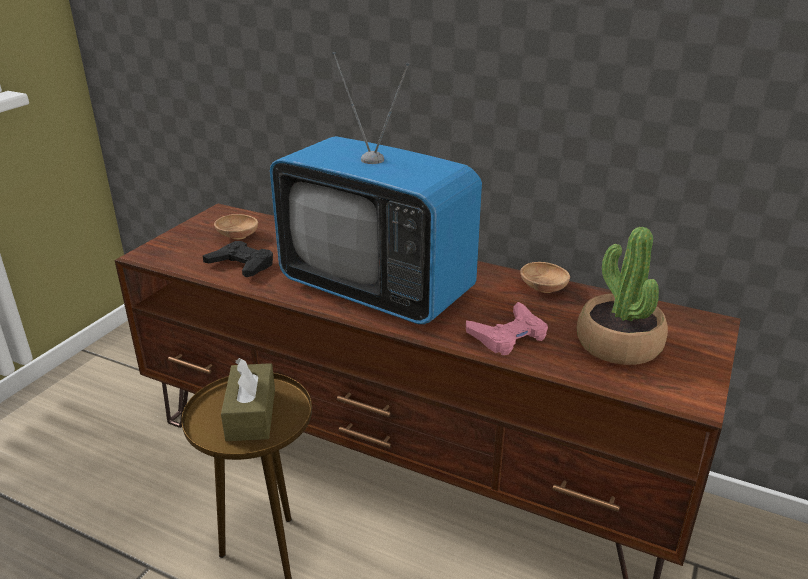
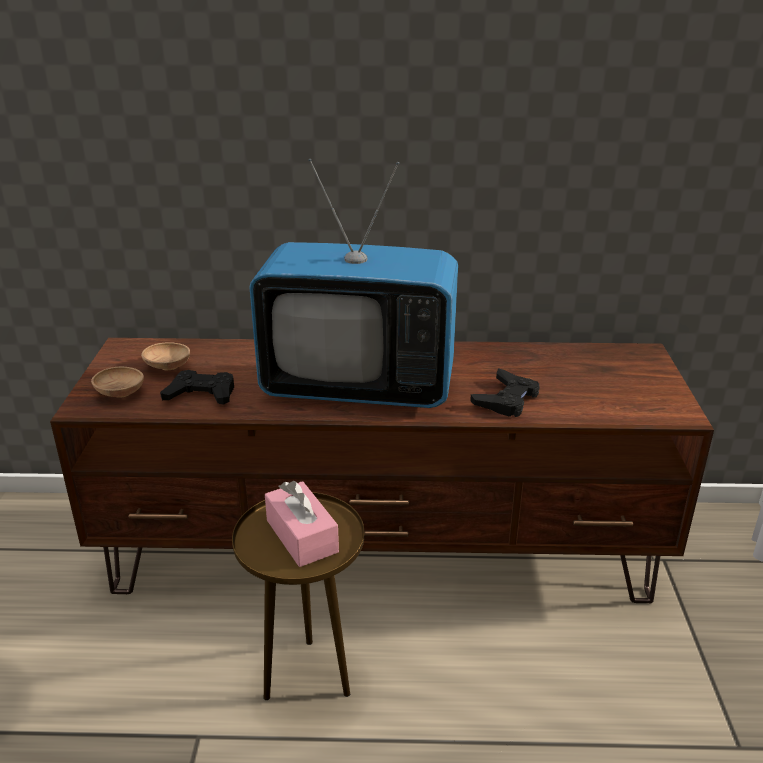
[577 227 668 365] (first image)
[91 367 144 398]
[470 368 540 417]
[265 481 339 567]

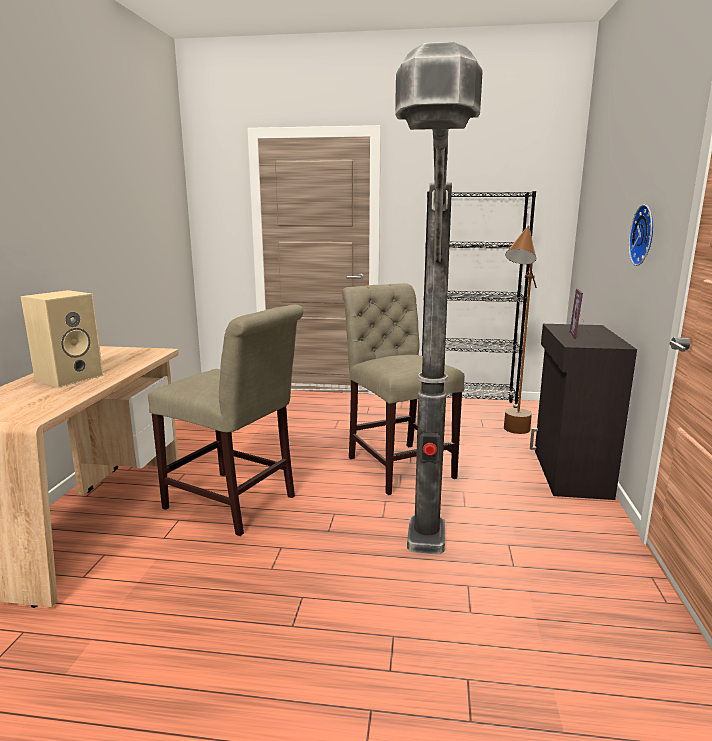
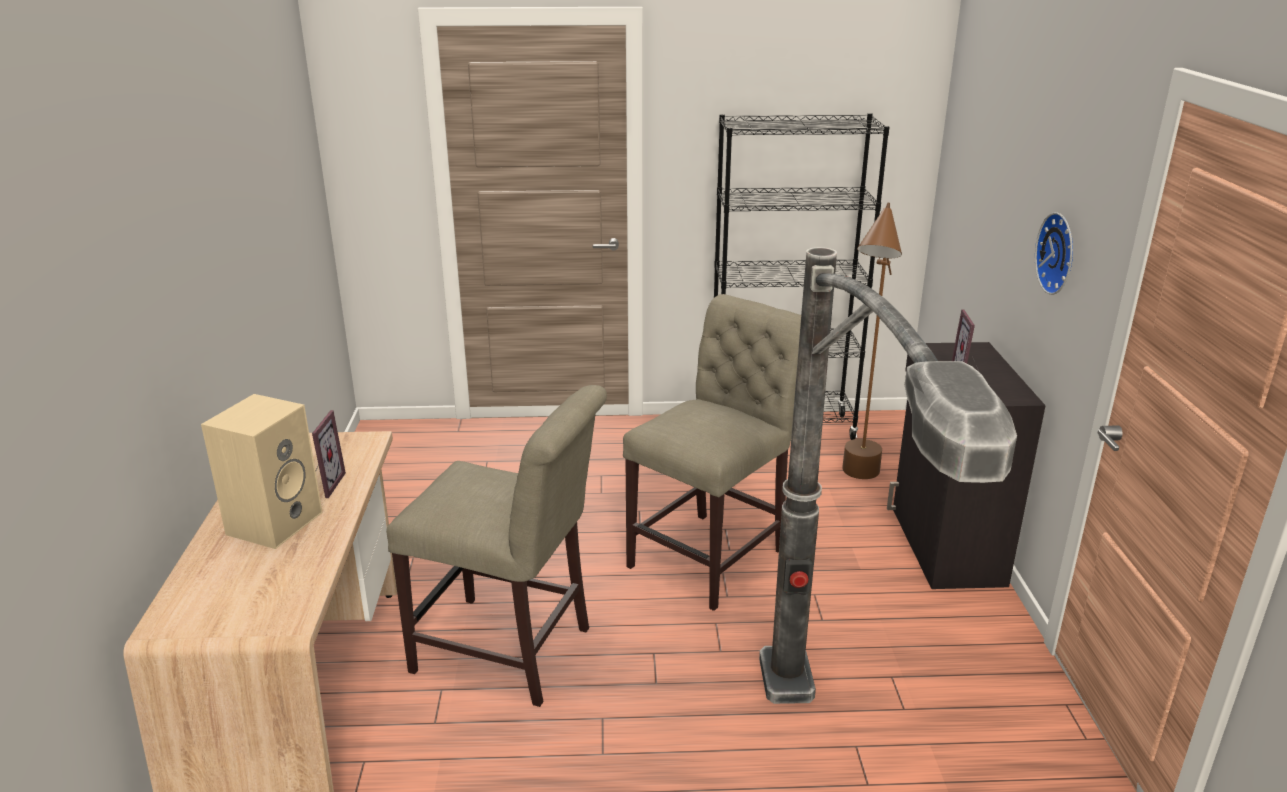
[623 294 801 611]
[312 410 346 498]

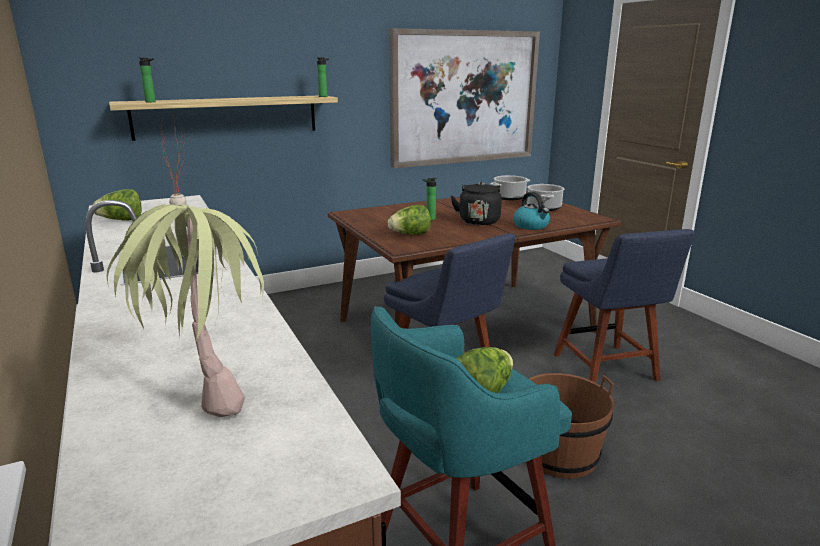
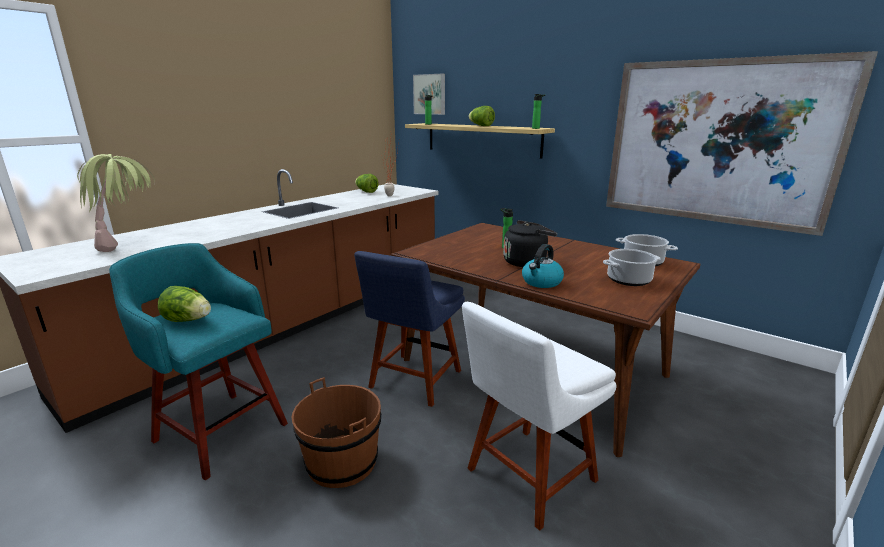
[468 106 495 126]
[462 302 617 531]
[413 74 445 115]

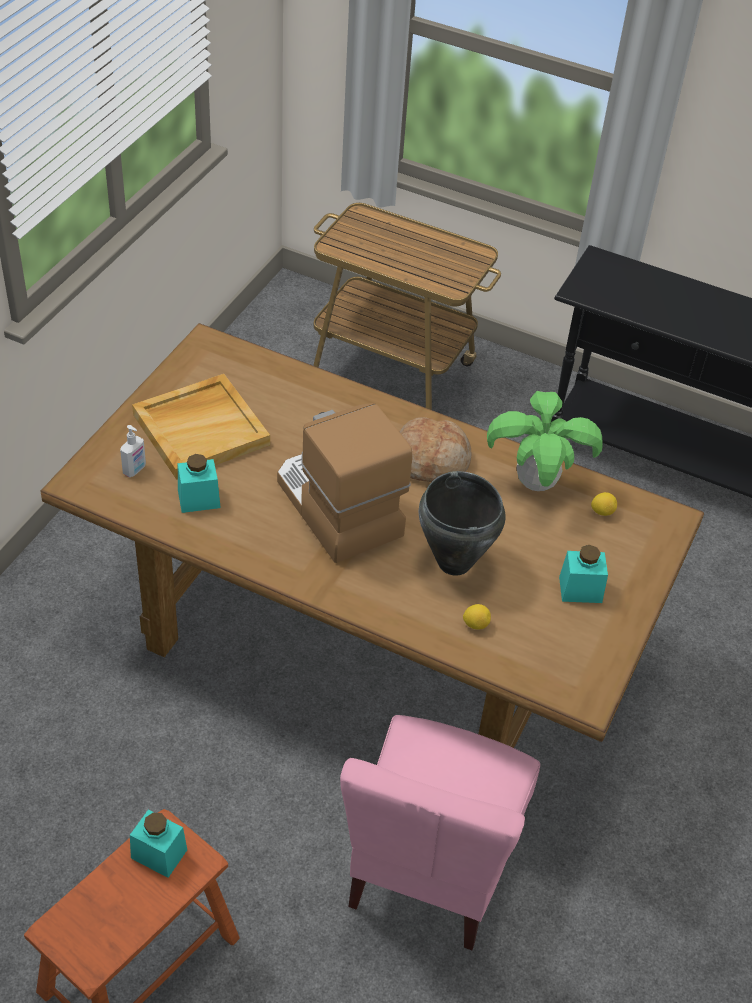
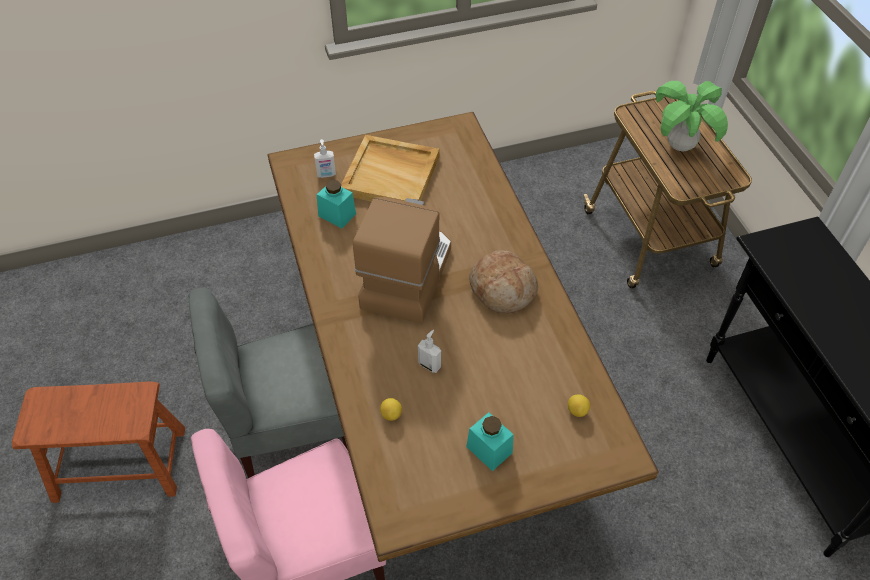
[656 81 728 152]
[418 330 441 373]
[130 810 187 878] (first image)
[189 288 348 478]

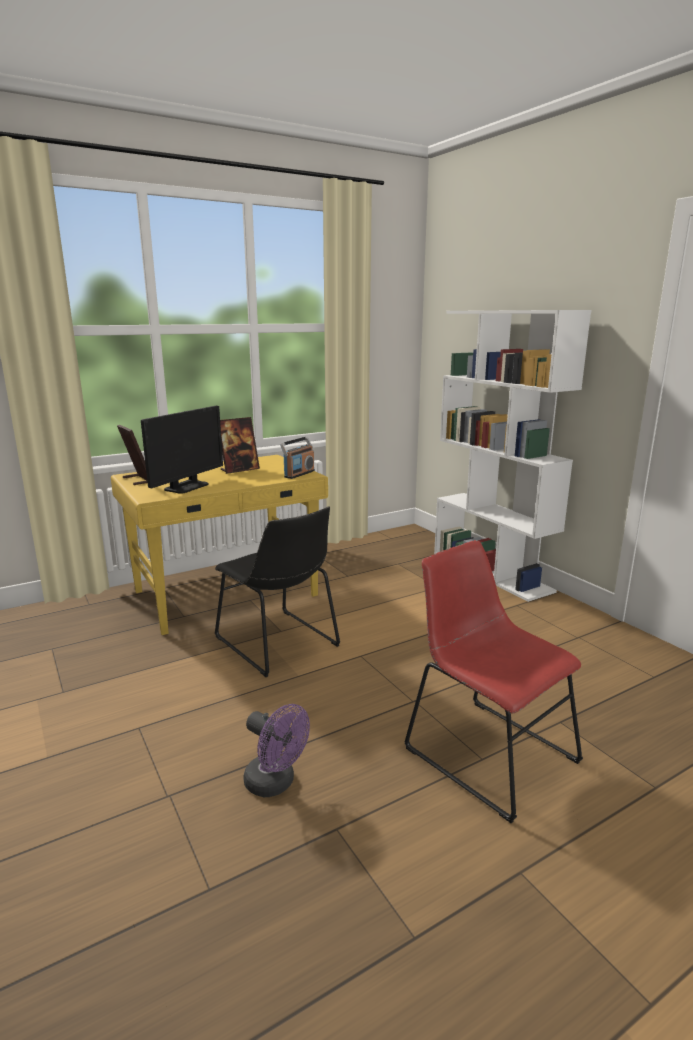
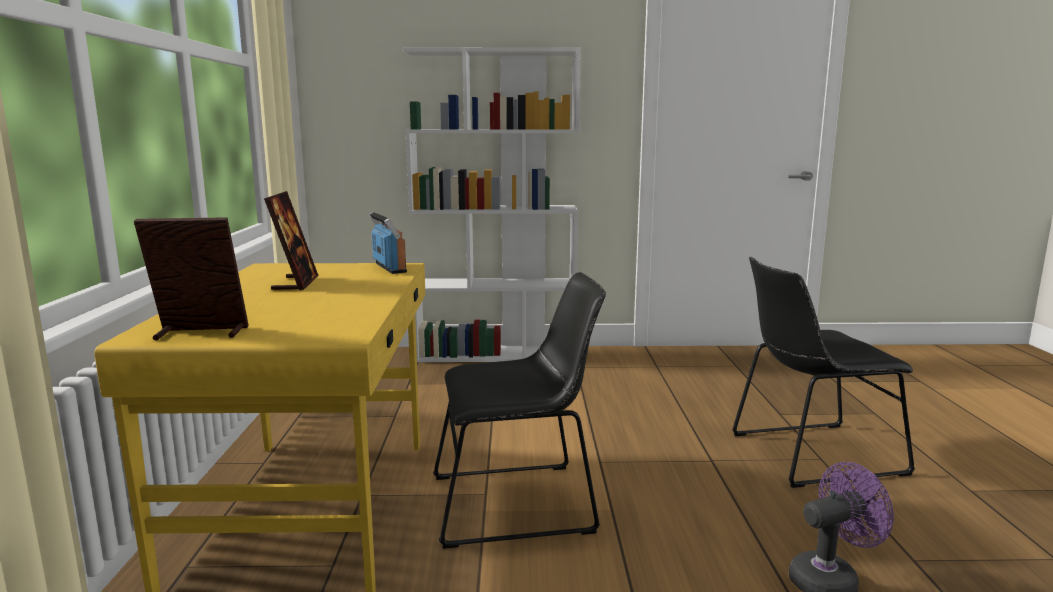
[141 406 223 494] (first image)
[732 256 915 488]

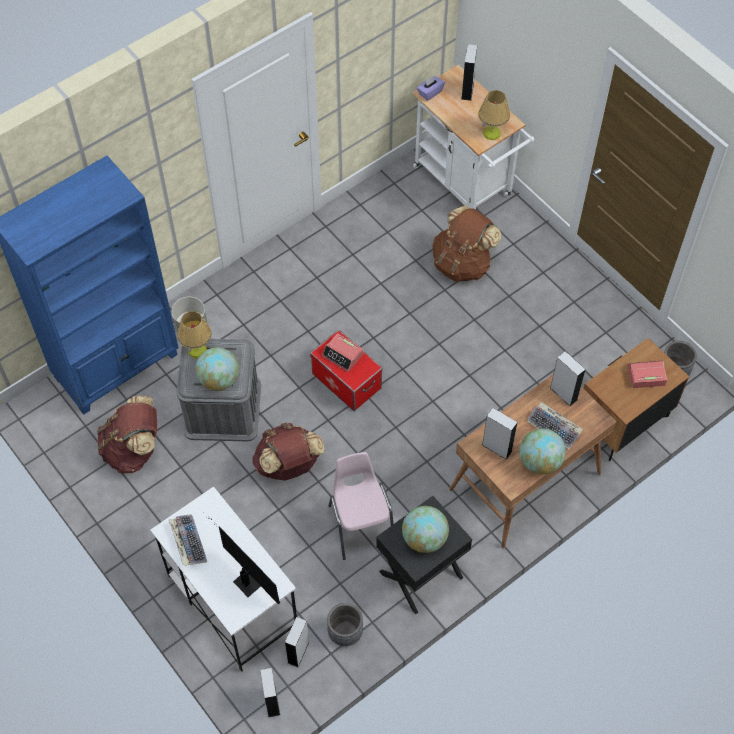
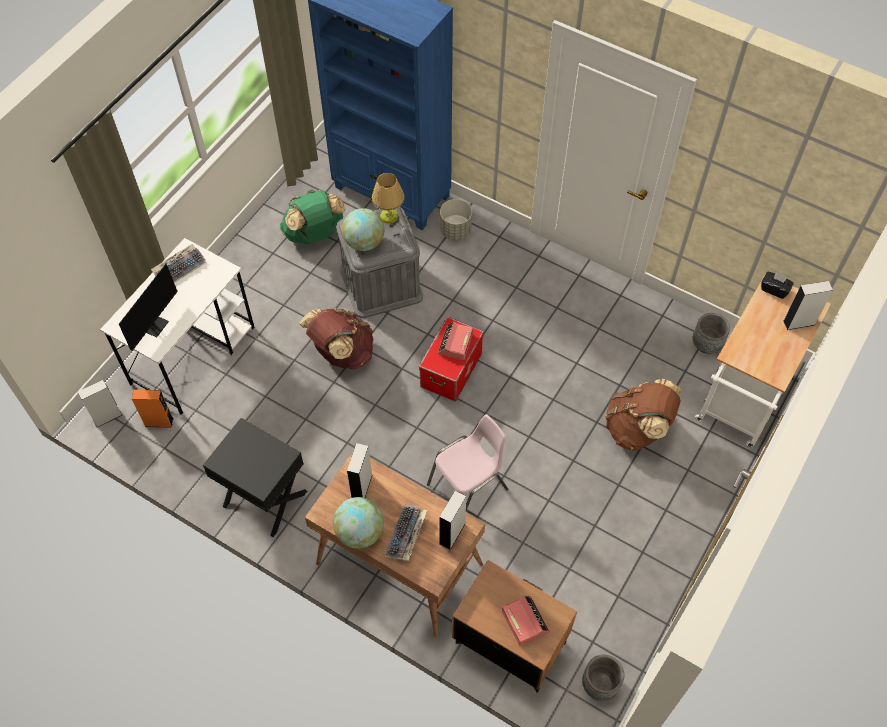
[761 272 794 299]
[478 90 510 140] (first image)
[280 190 345 244]
[427 414 508 511]
[402 506 449 553] (first image)
[693 313 730 354]
[132 390 173 428]

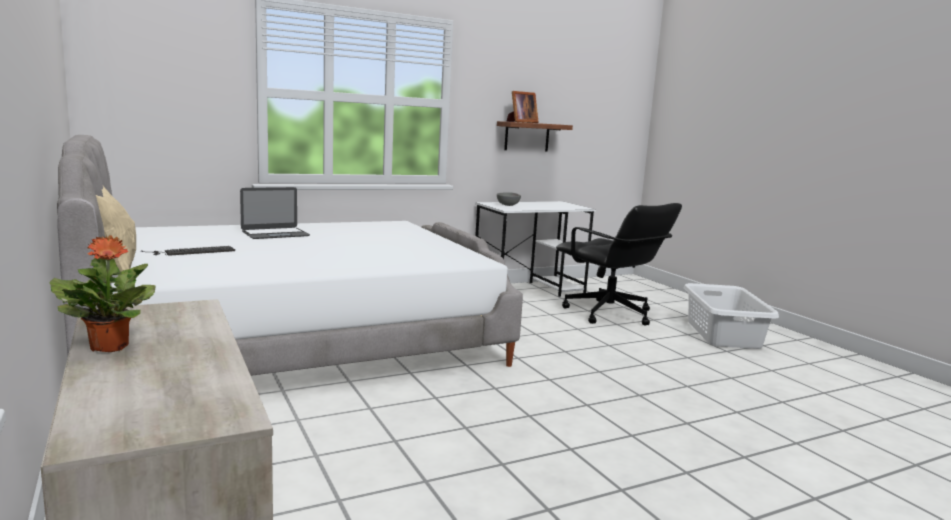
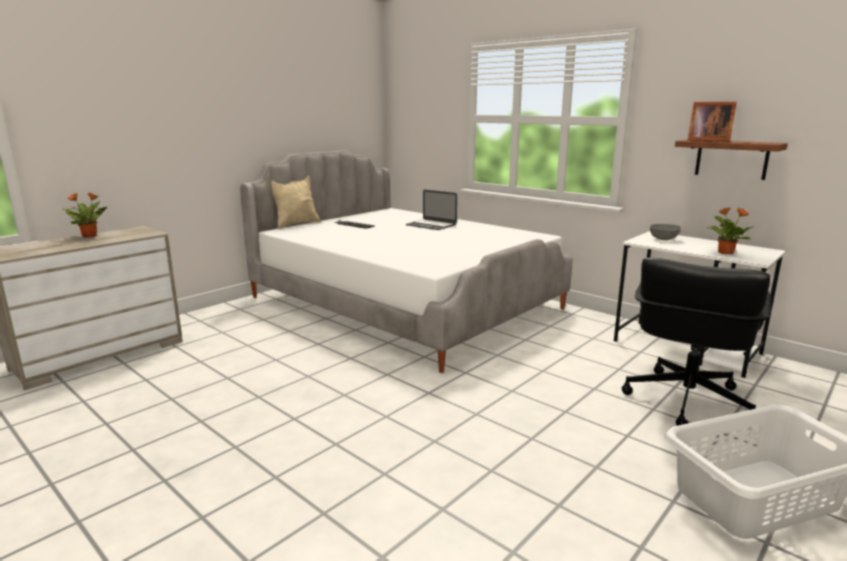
[706 207 755 254]

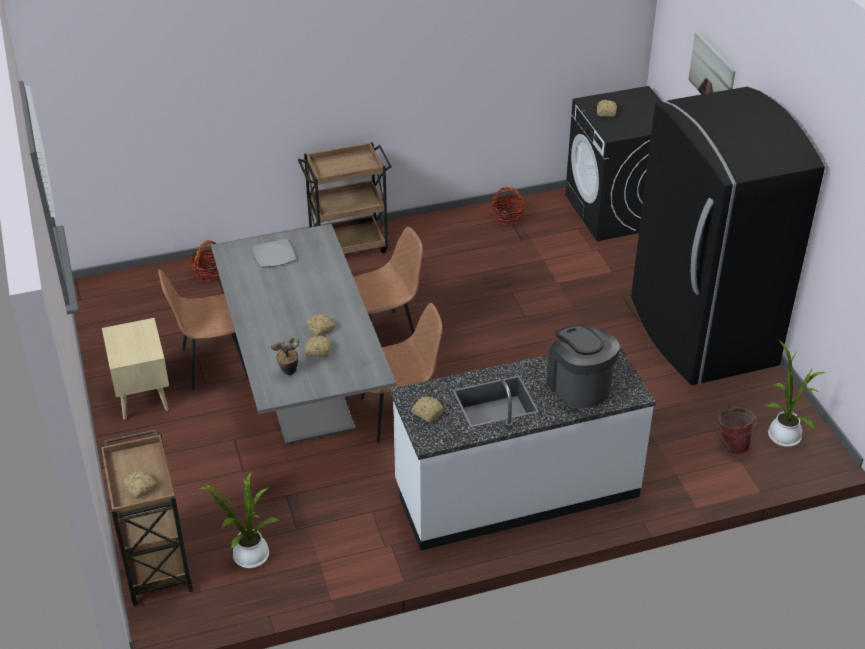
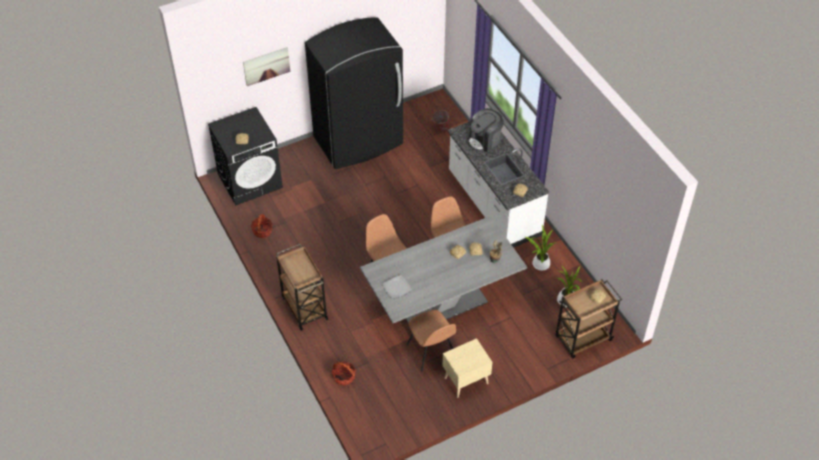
[525 225 557 271]

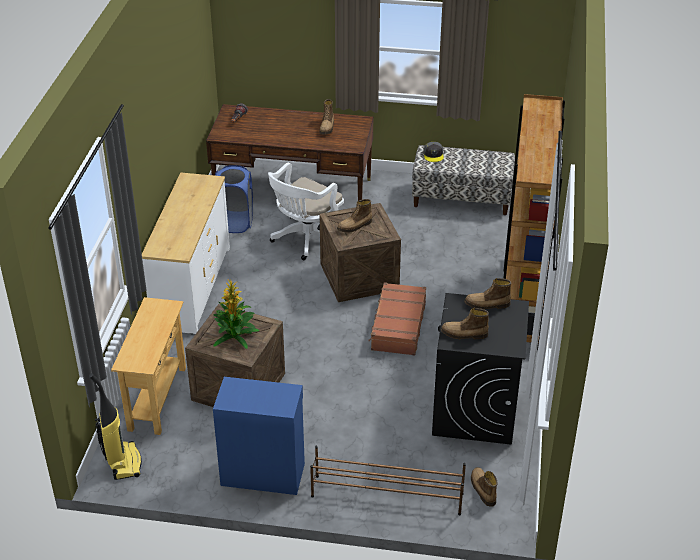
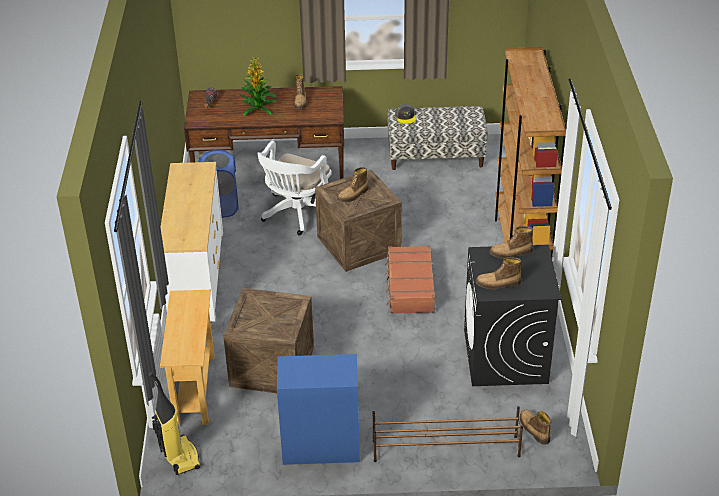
[240 57 277 116]

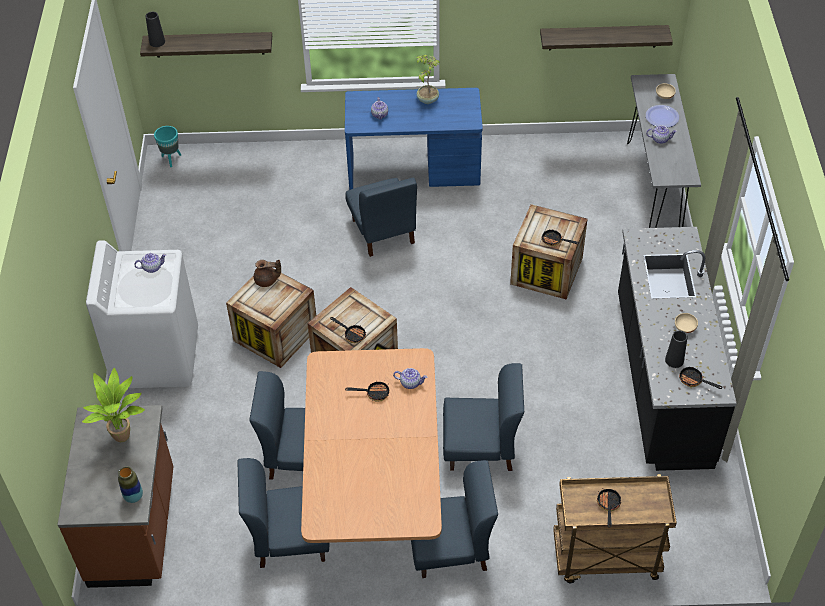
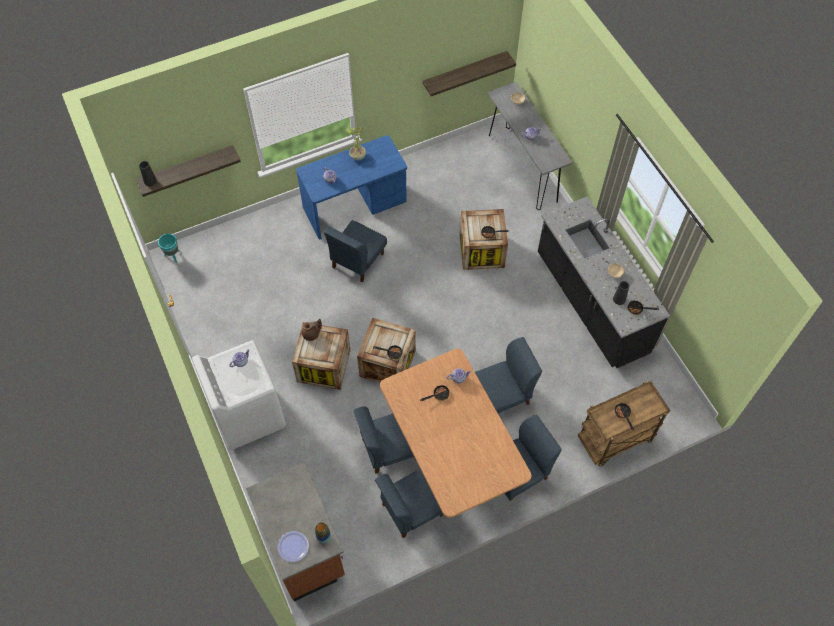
[278 531 309 562]
[324 220 387 283]
[82 368 145 442] (first image)

